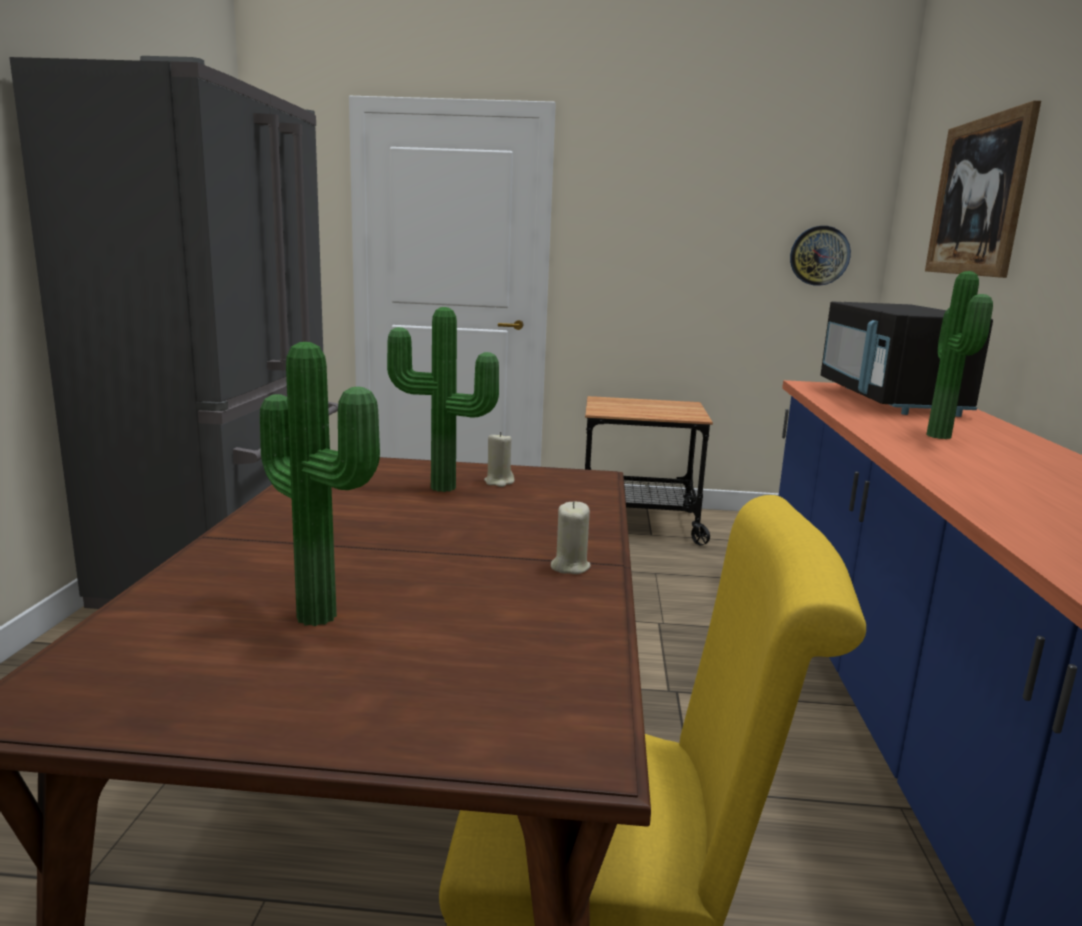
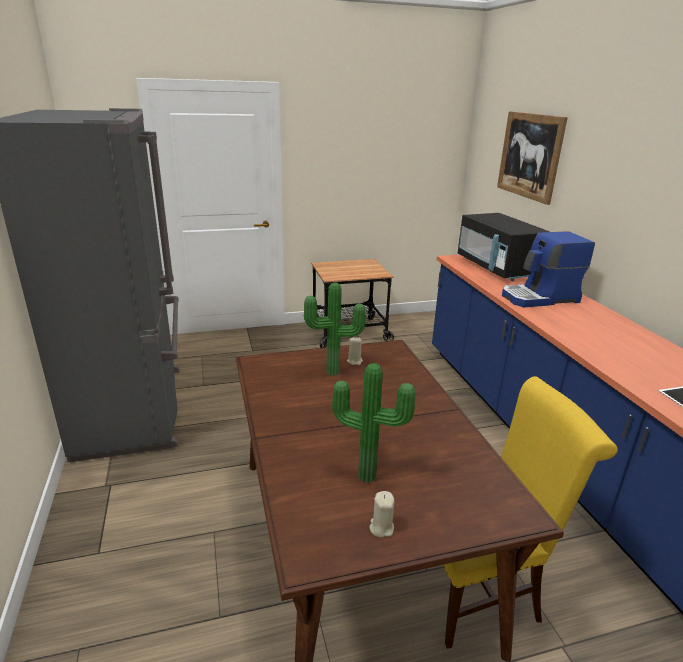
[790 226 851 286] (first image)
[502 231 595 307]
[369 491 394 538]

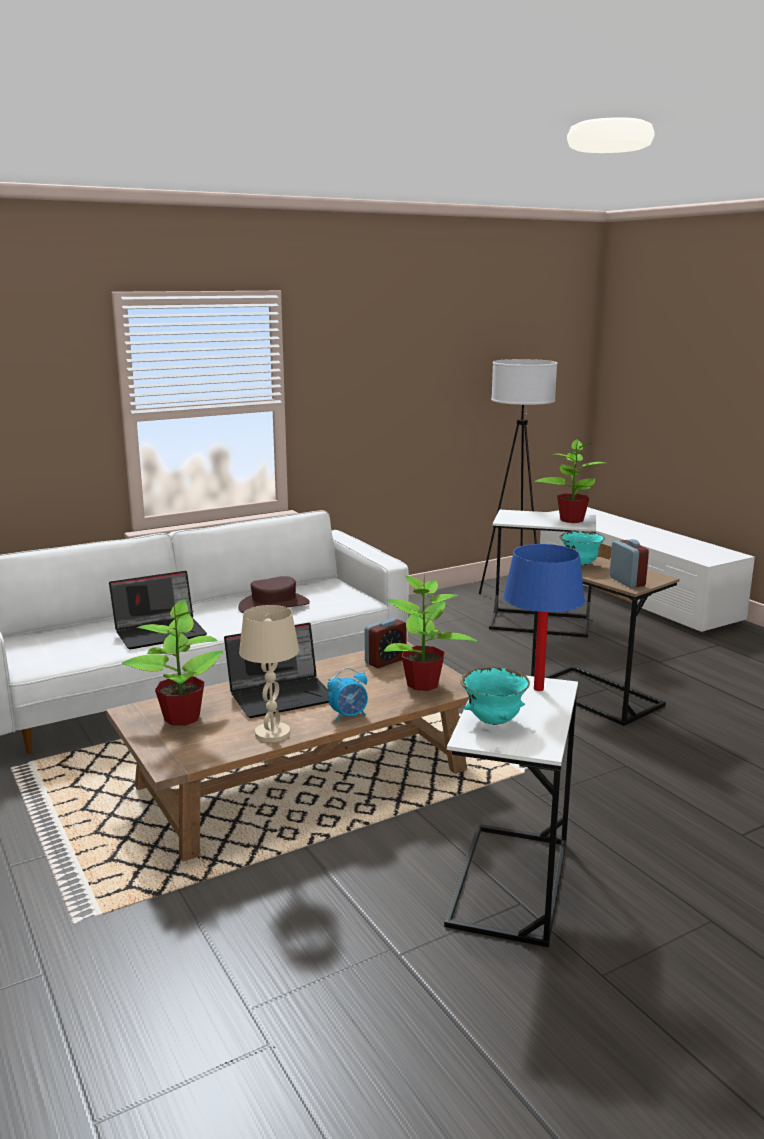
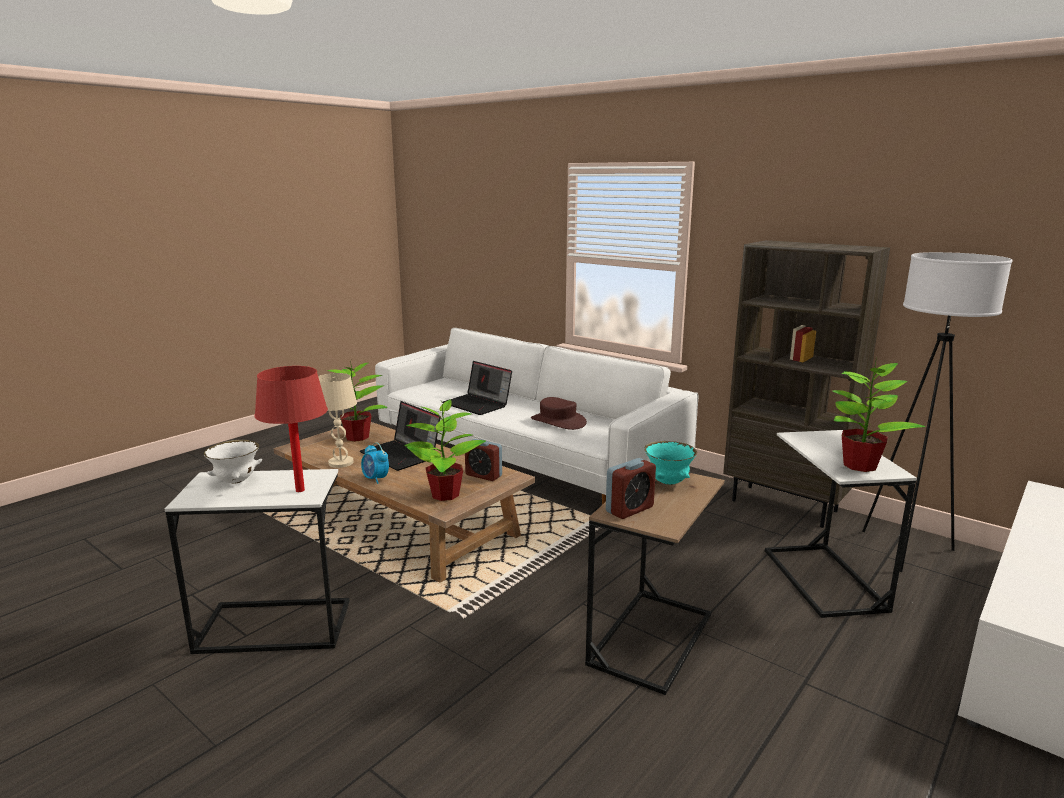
[254 366 328 492]
[204 440 262 484]
[723 240 890 528]

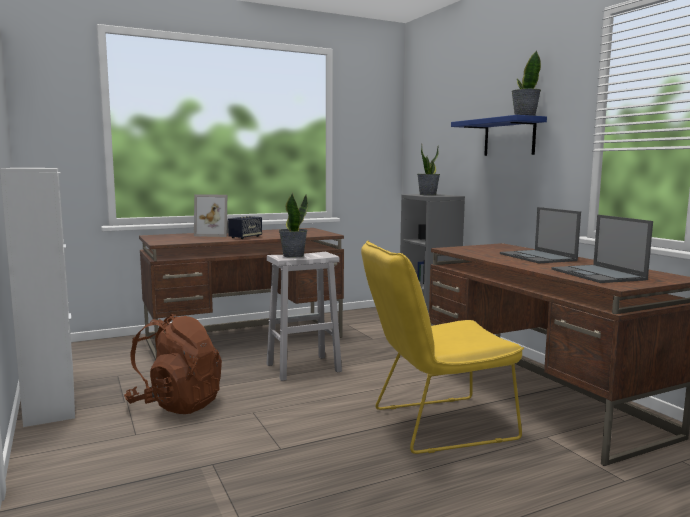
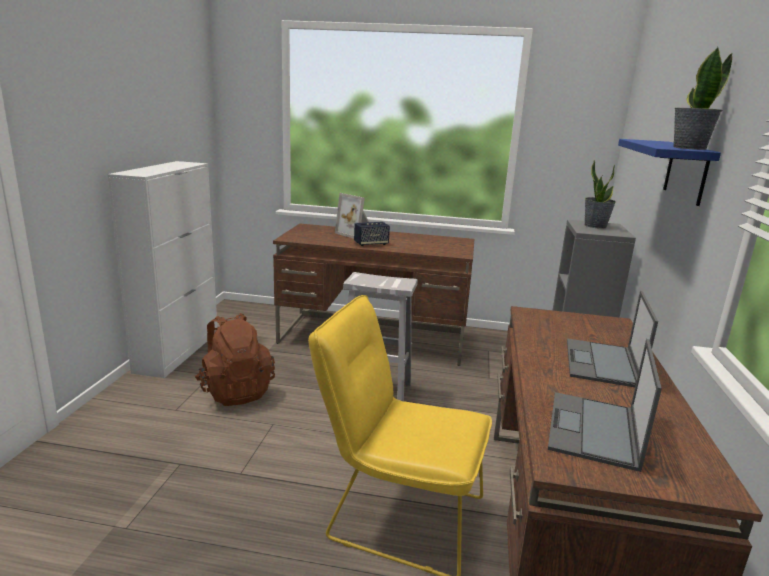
[279 193 308 258] (first image)

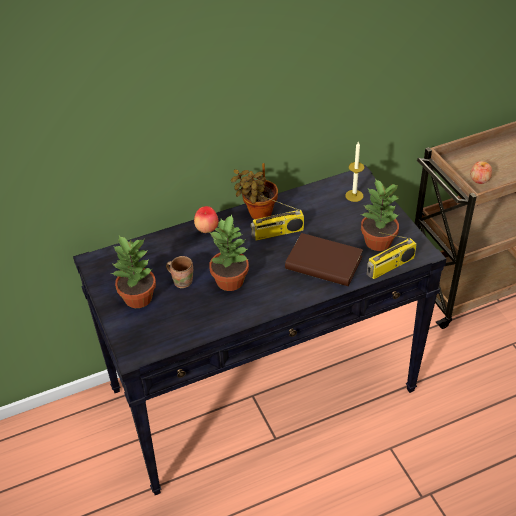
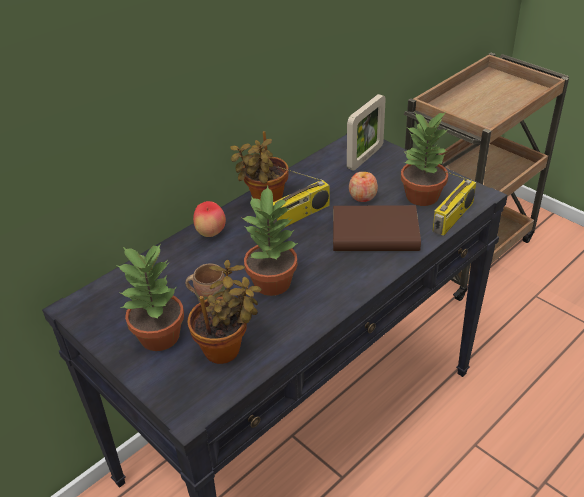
[347 94 386 171]
[349 172 378 202]
[188 260 262 364]

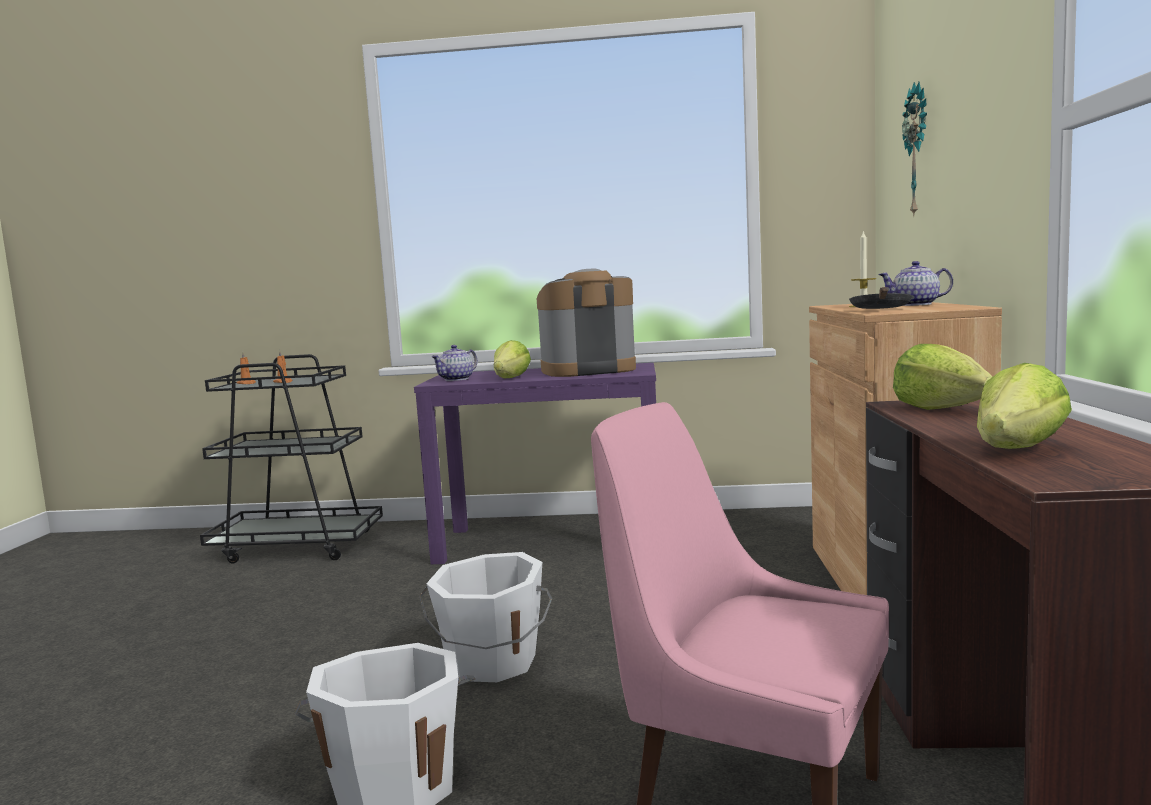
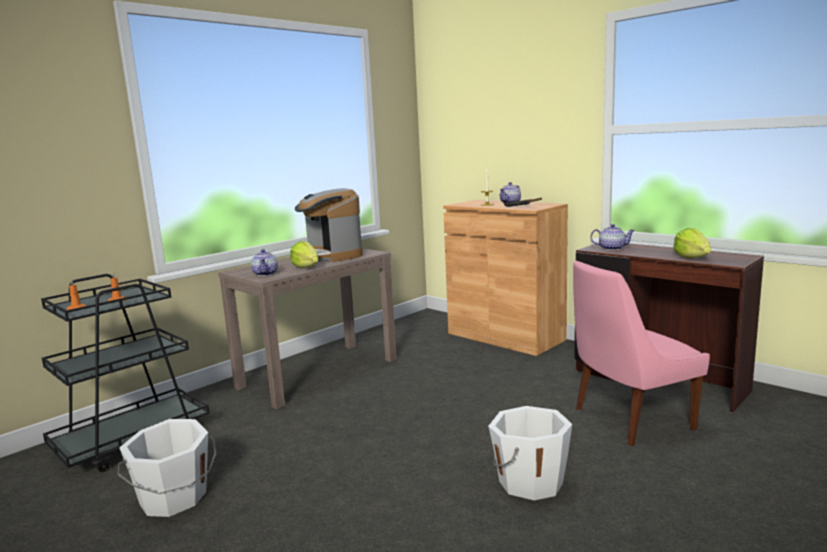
[902 82 927 218] (first image)
[295 188 363 262]
[590 224 635 250]
[218 248 397 410]
[117 419 216 517]

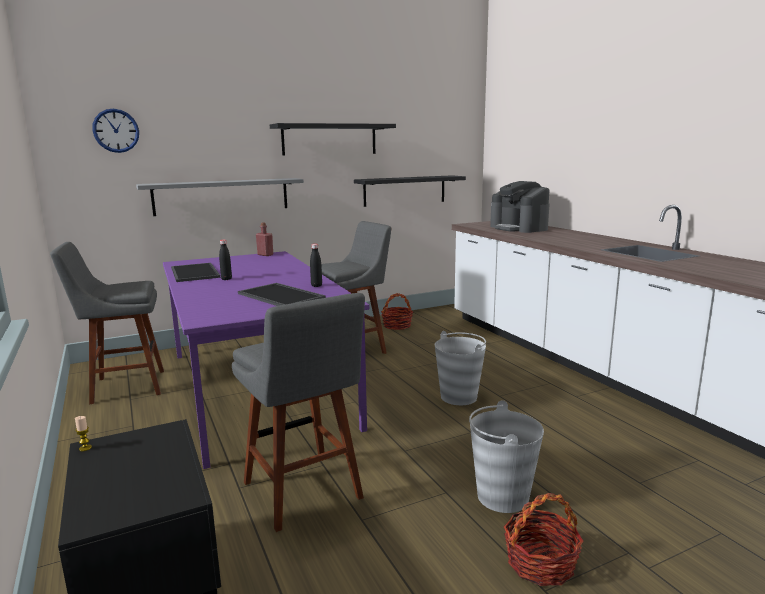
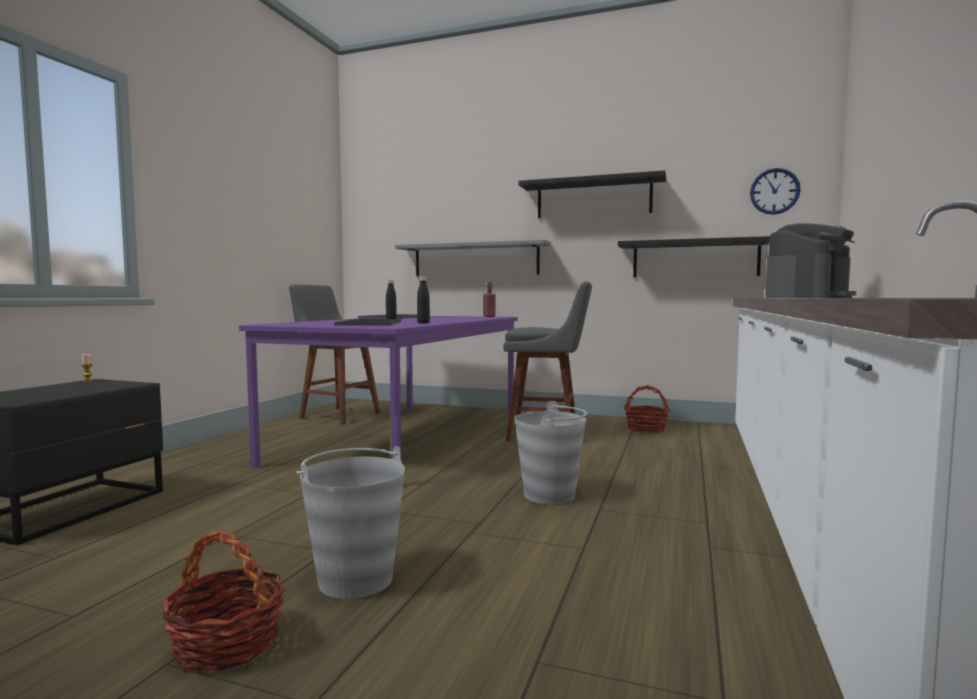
[750 168 801 215]
[765 223 856 298]
[232 293 365 532] (first image)

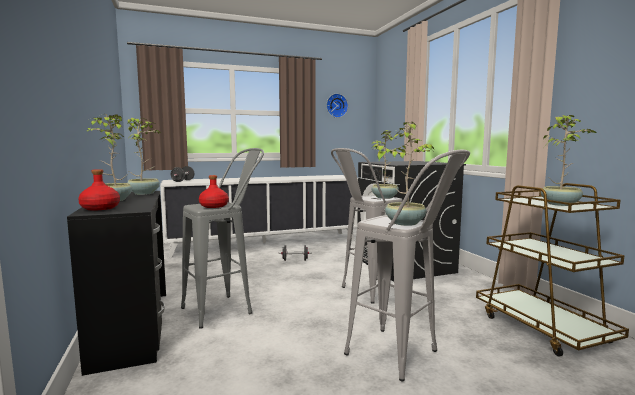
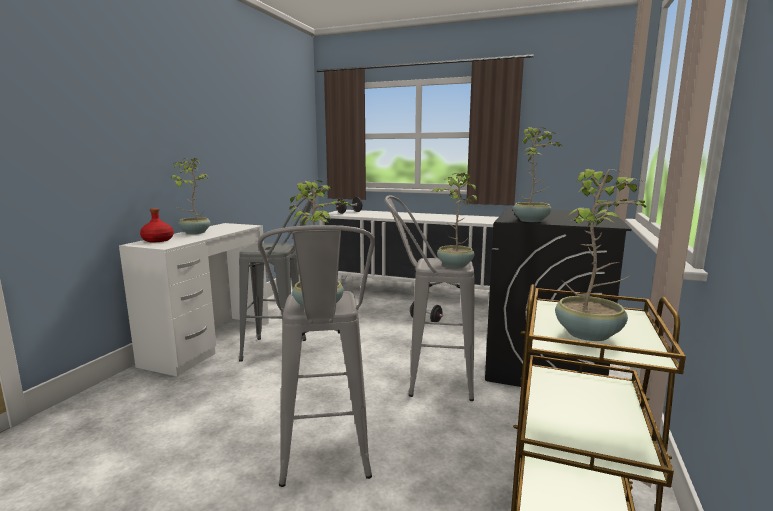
[326 93 348 118] (first image)
[513 127 562 222]
[199 175 229 208] (first image)
[119 223 269 376]

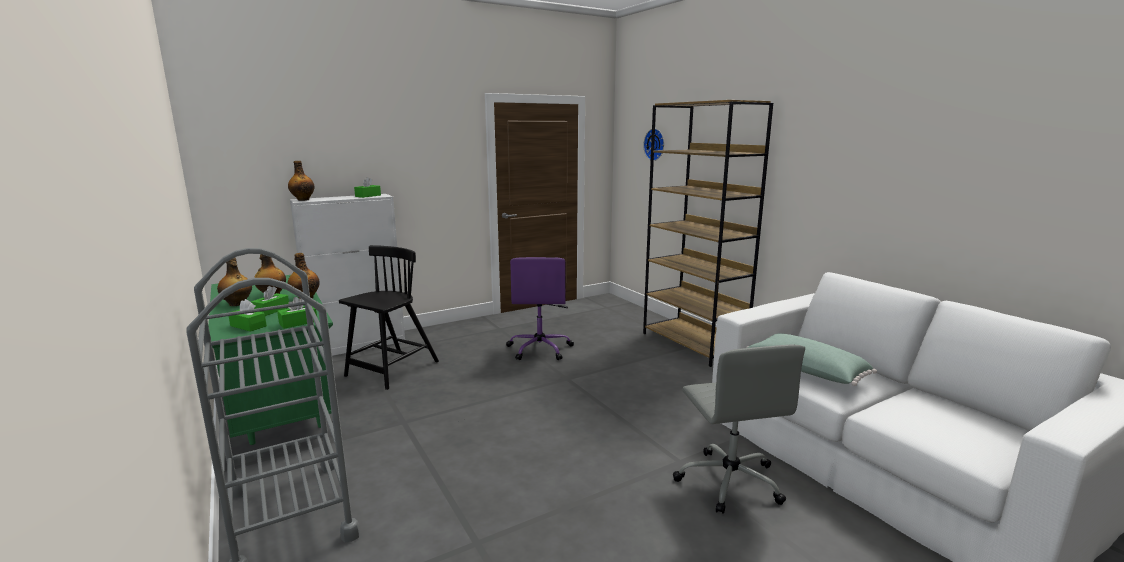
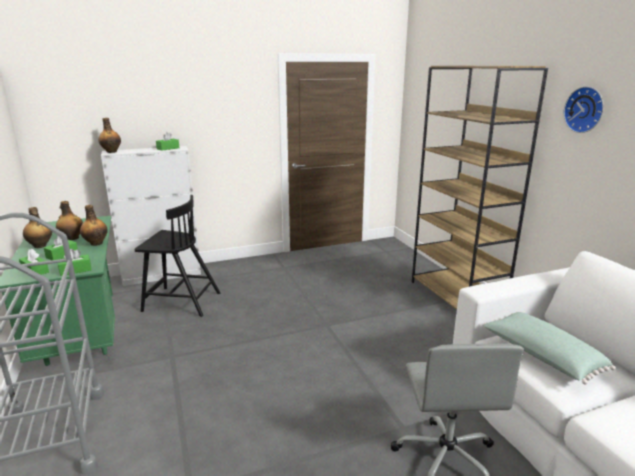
[563 86 604 133]
[134 195 220 317]
[506 257 574 360] (first image)

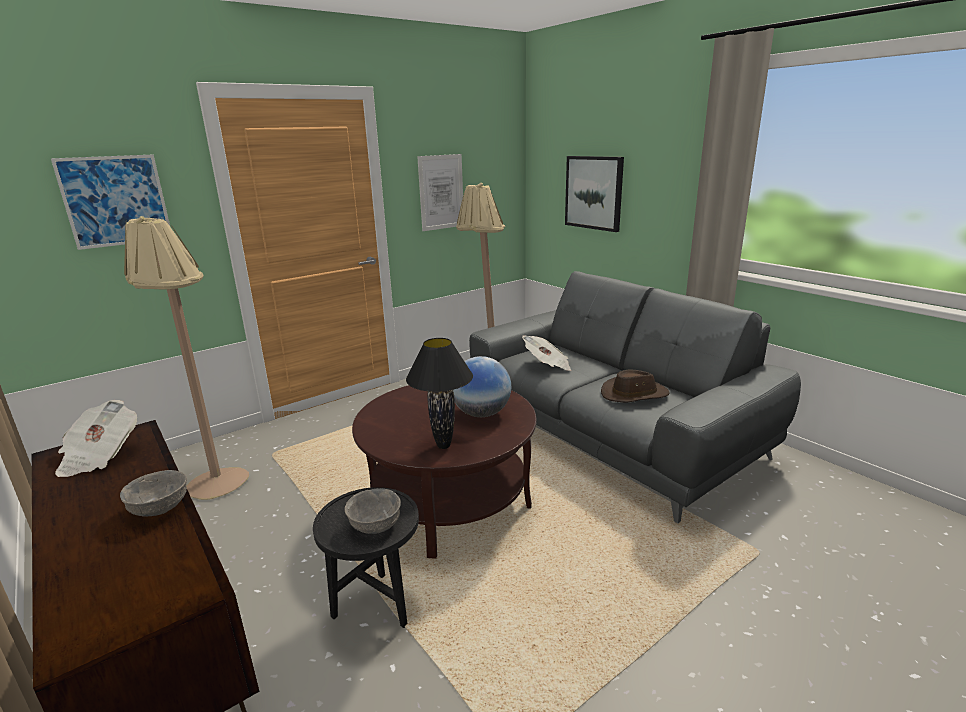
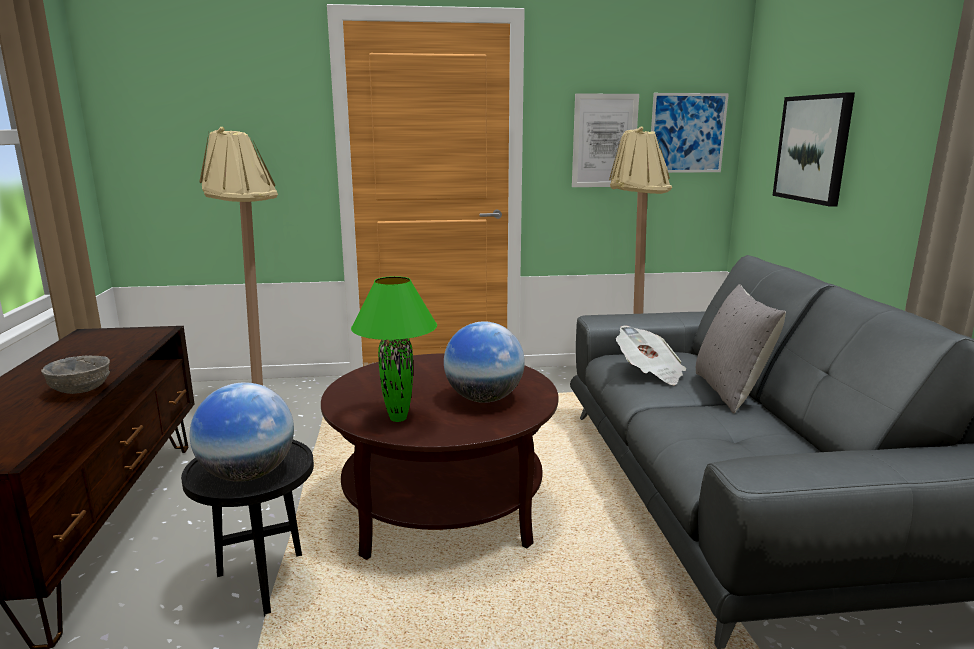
[651 93 729 173]
[351 276 437 422]
[601 370 670 403] (first image)
[55 400 137 477] (first image)
[190 382 294 482]
[696 284 786 413]

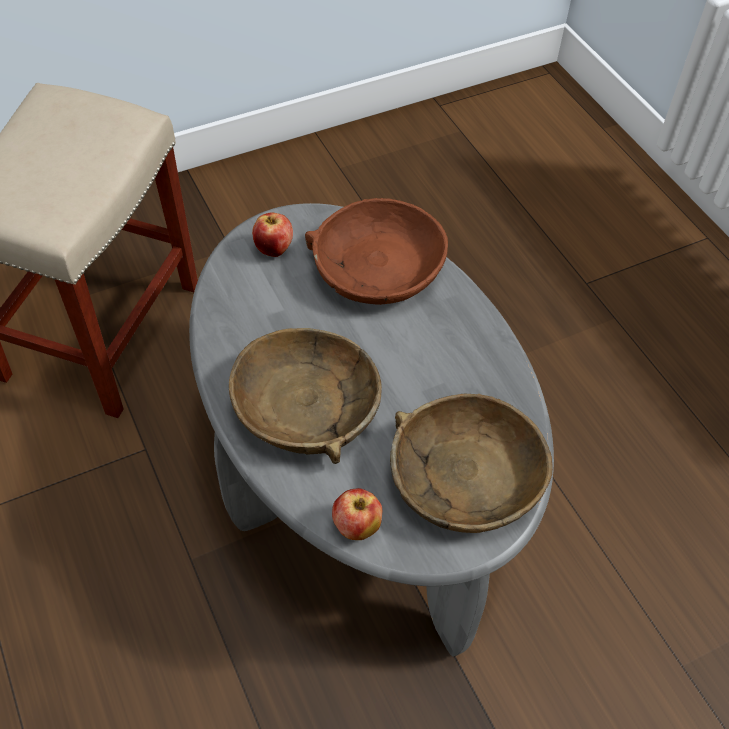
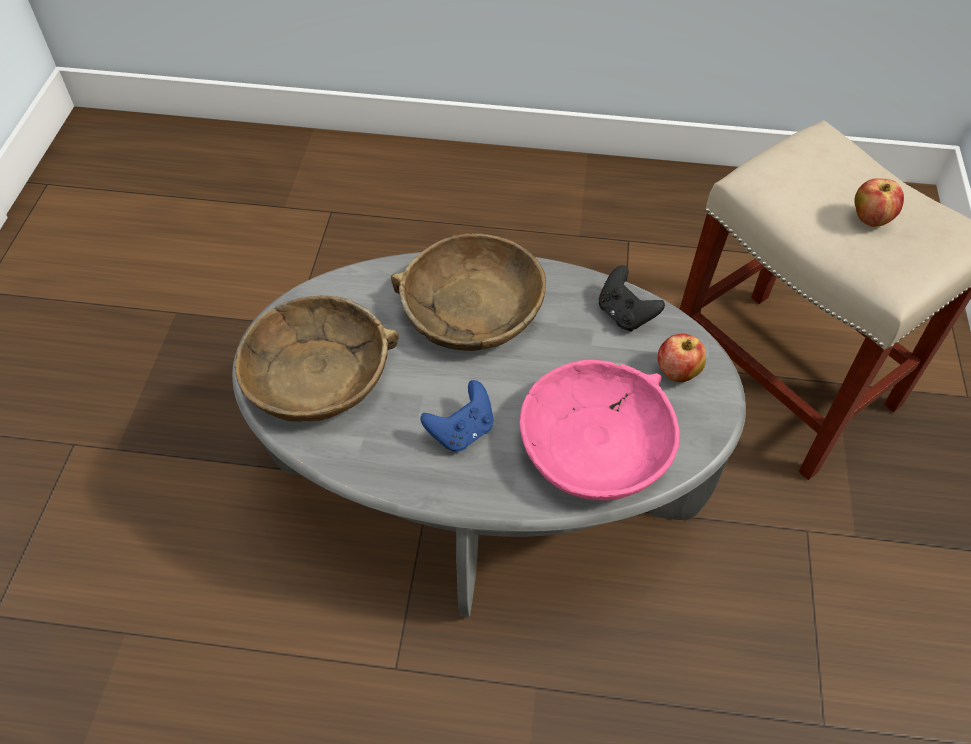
[520 360 680 501]
[854 178 904 227]
[599 265 665 331]
[421 380 494 452]

